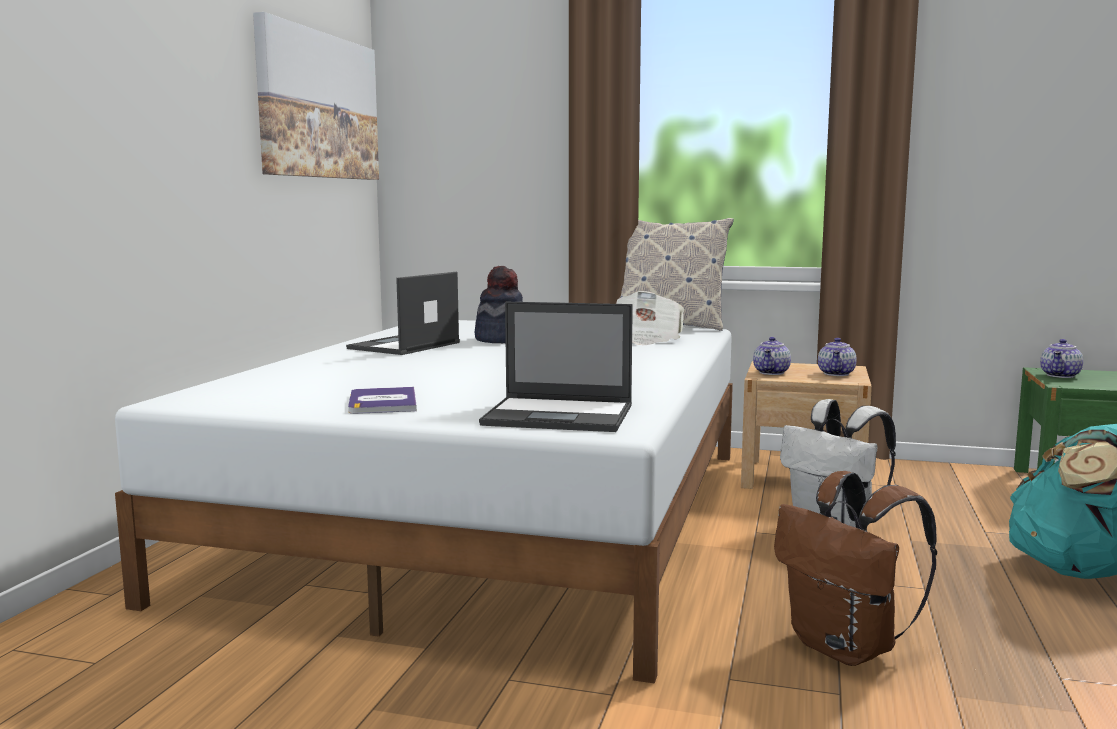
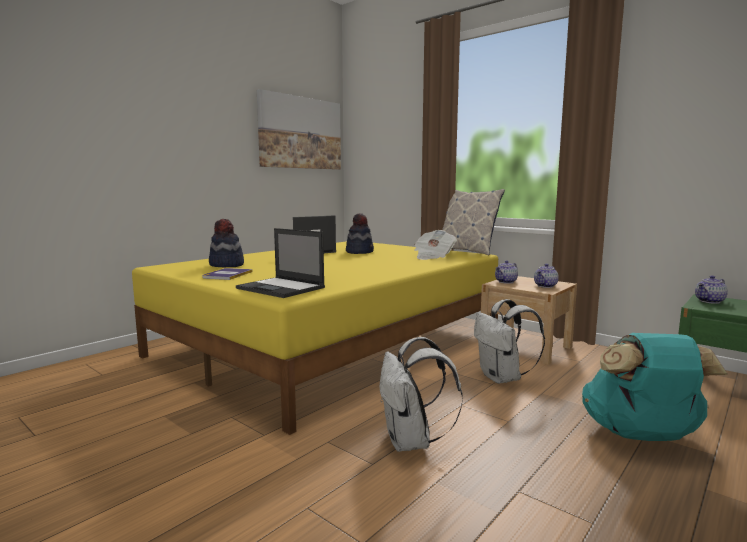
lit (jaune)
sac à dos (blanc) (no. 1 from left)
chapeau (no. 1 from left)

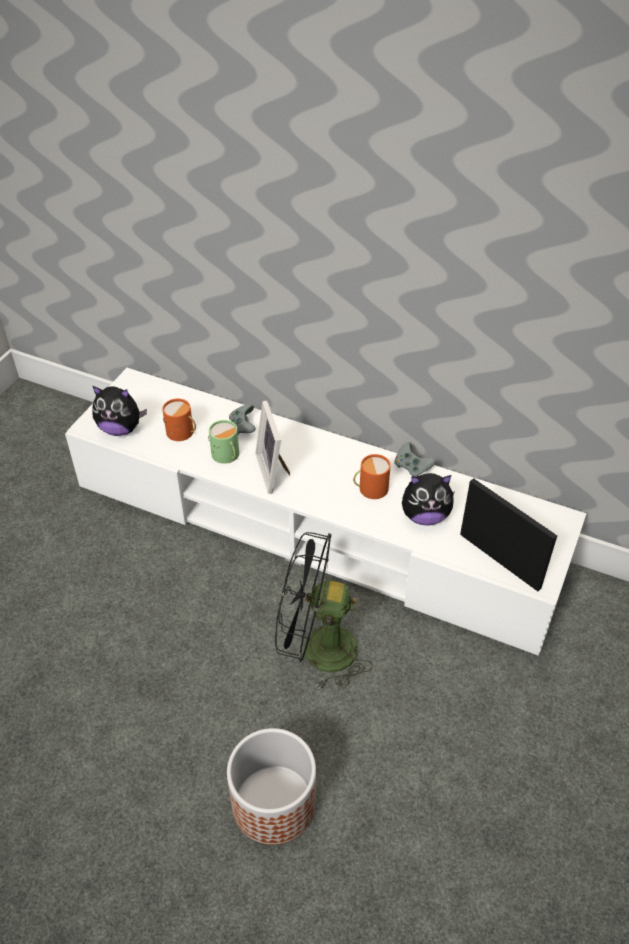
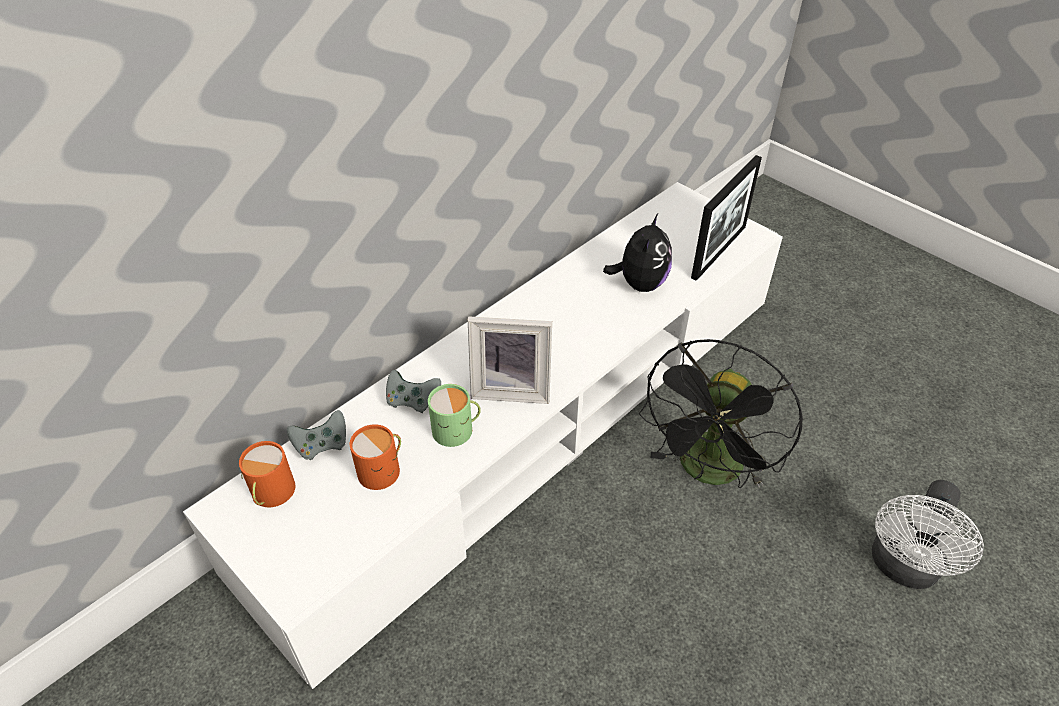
peluche (no. 1 from left in the first image)
manette (gris) (no. 1 from left)
mug (orange) (no. 1 from left)
cadre photo (no. 2 from left)
ventilateur (blanc)

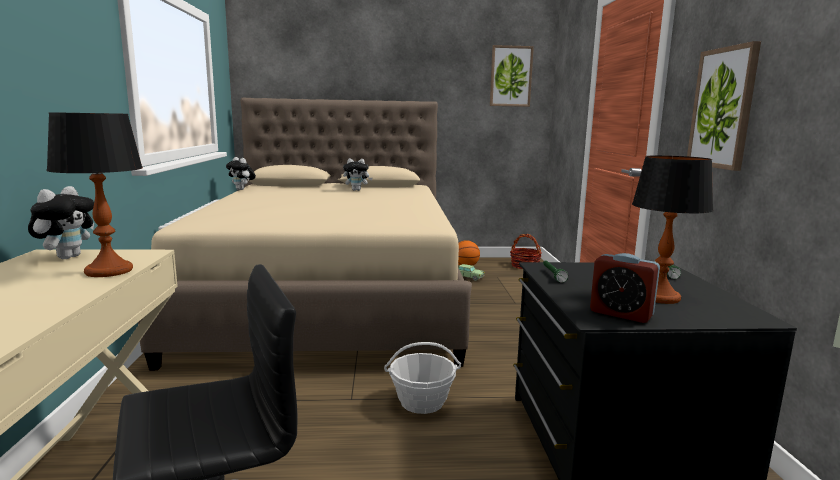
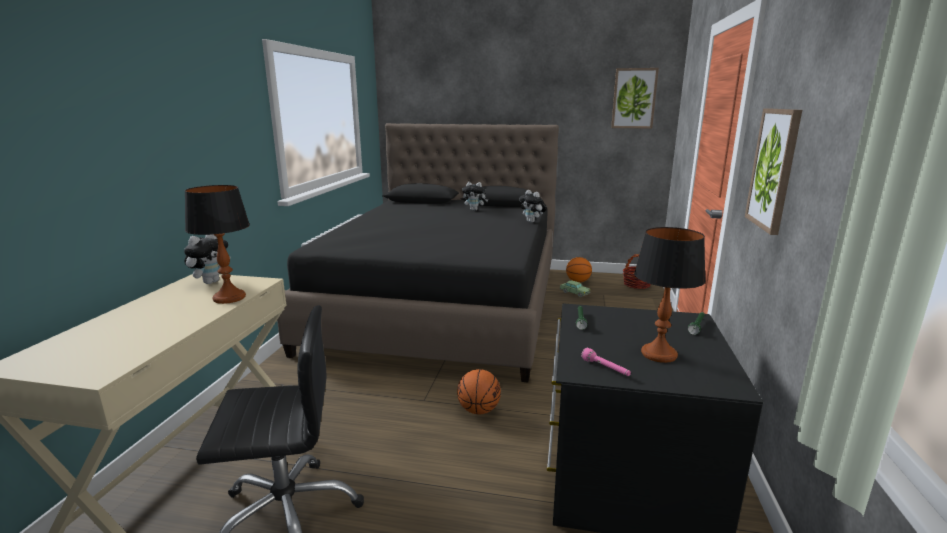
lit (noir)
peluche (no. 3 from left)
lampe de poche (rose)
ballon de basket (no. 1 from left)

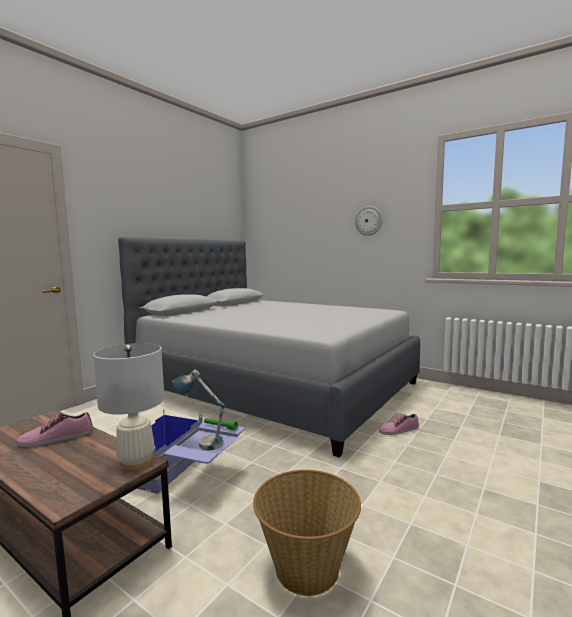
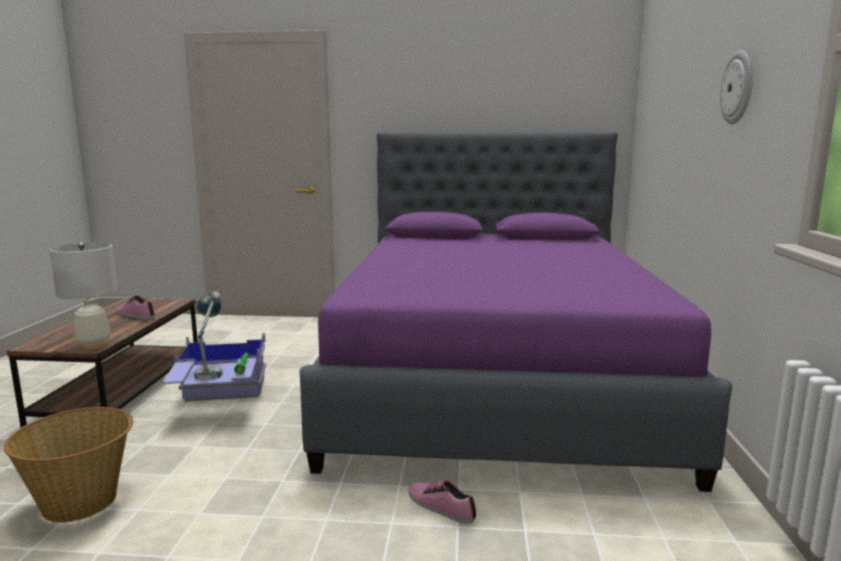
lit (violet)

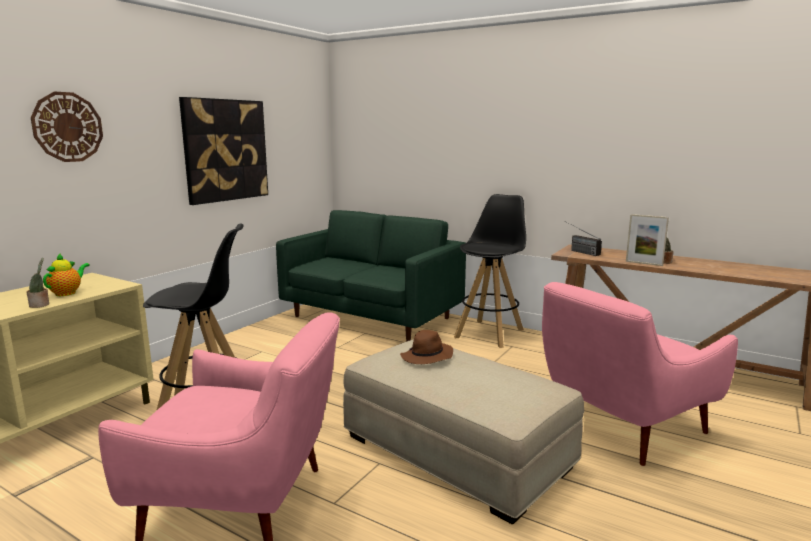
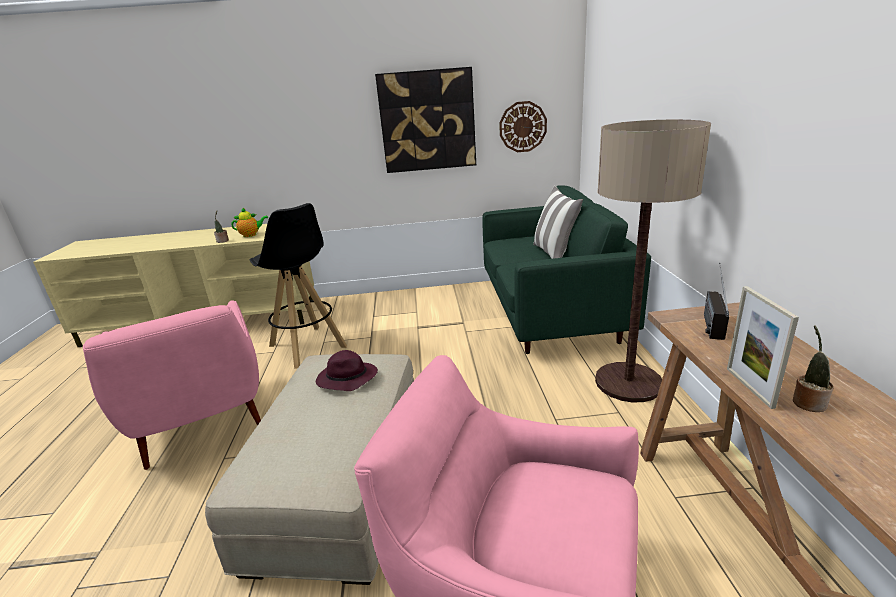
horloge murale
lampadaire
chapeau (violet)
coussin

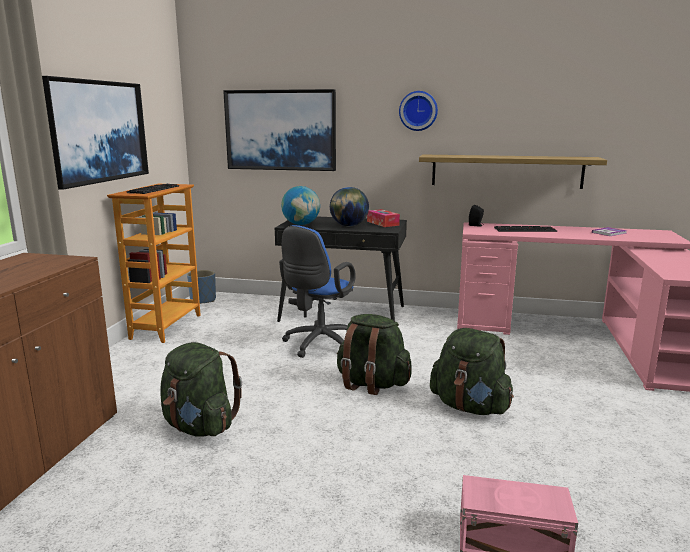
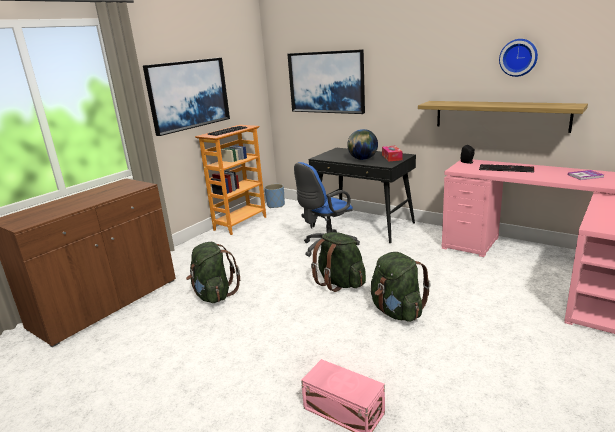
horloge murale
globe (no. 1 from left in the first image)

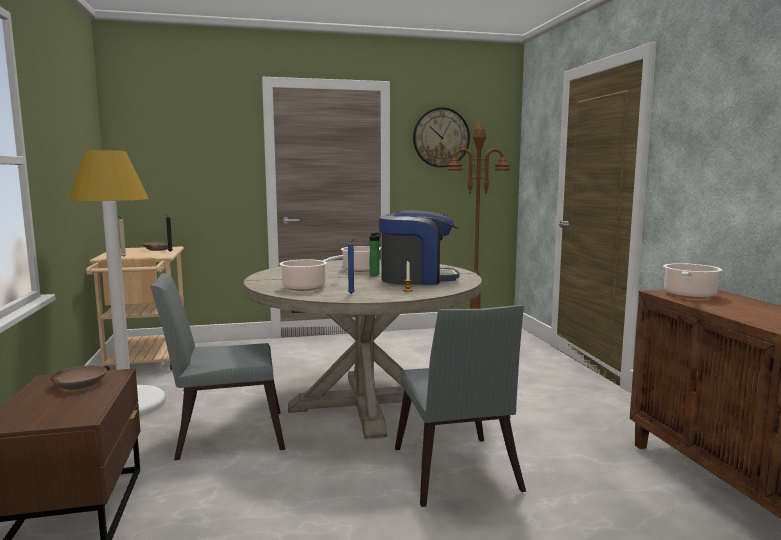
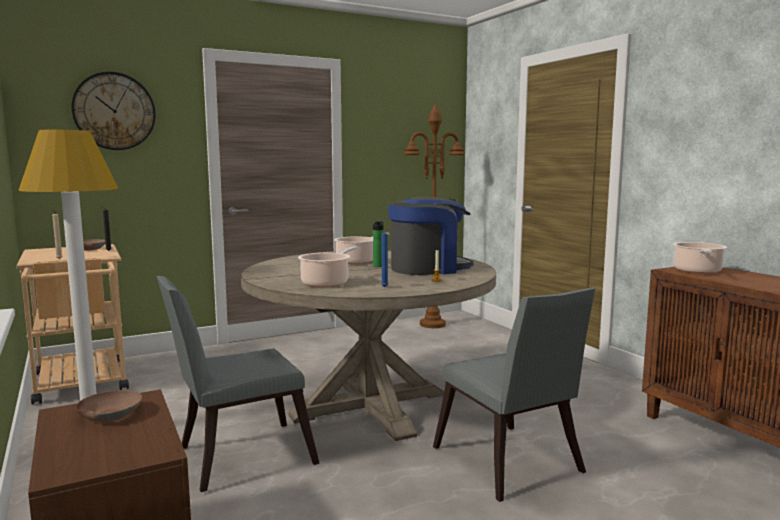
horloge murale

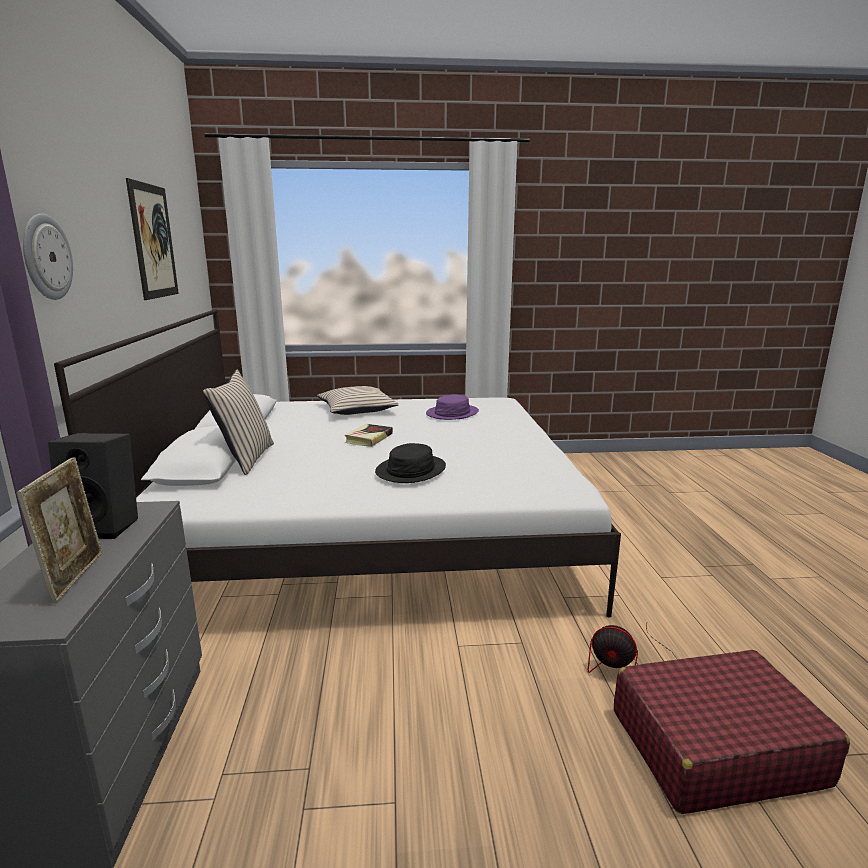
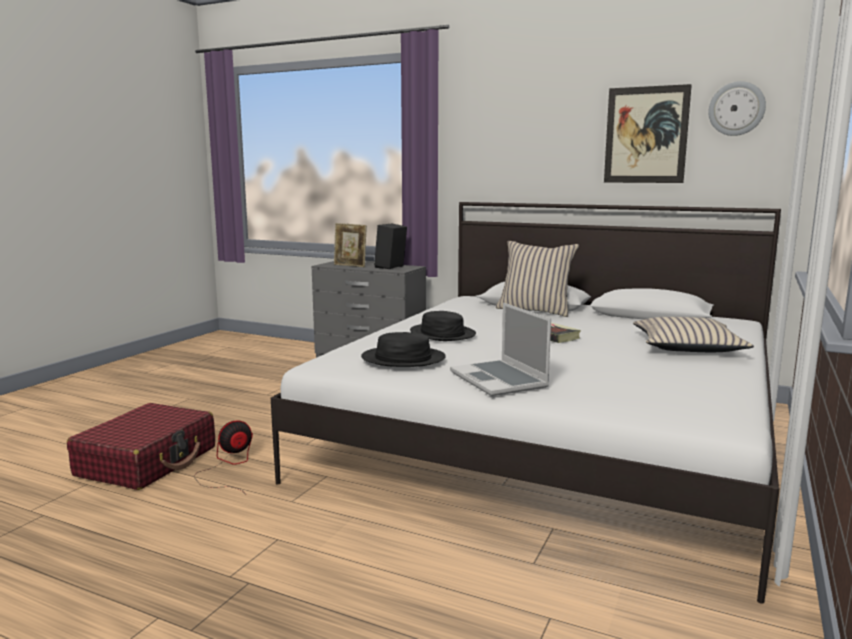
horloge murale
chapeau (violet)
ordinateur portable
chapeau (noir) (no. 1 from left)

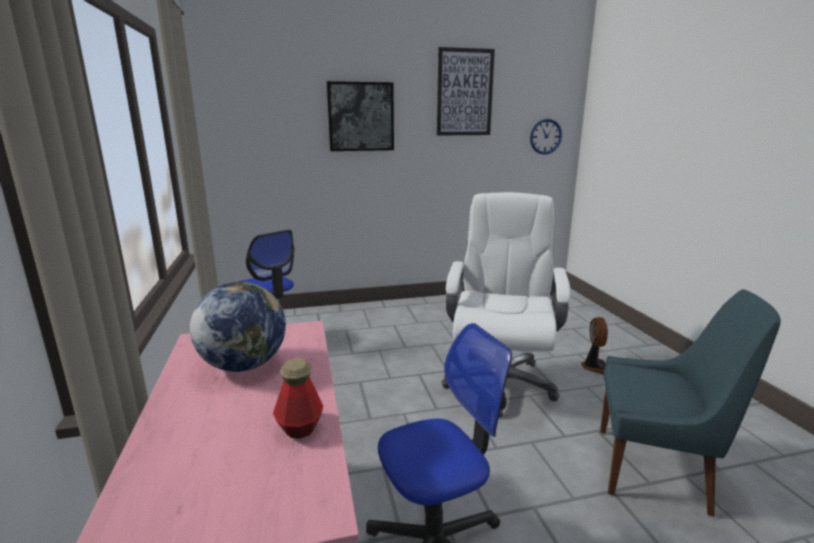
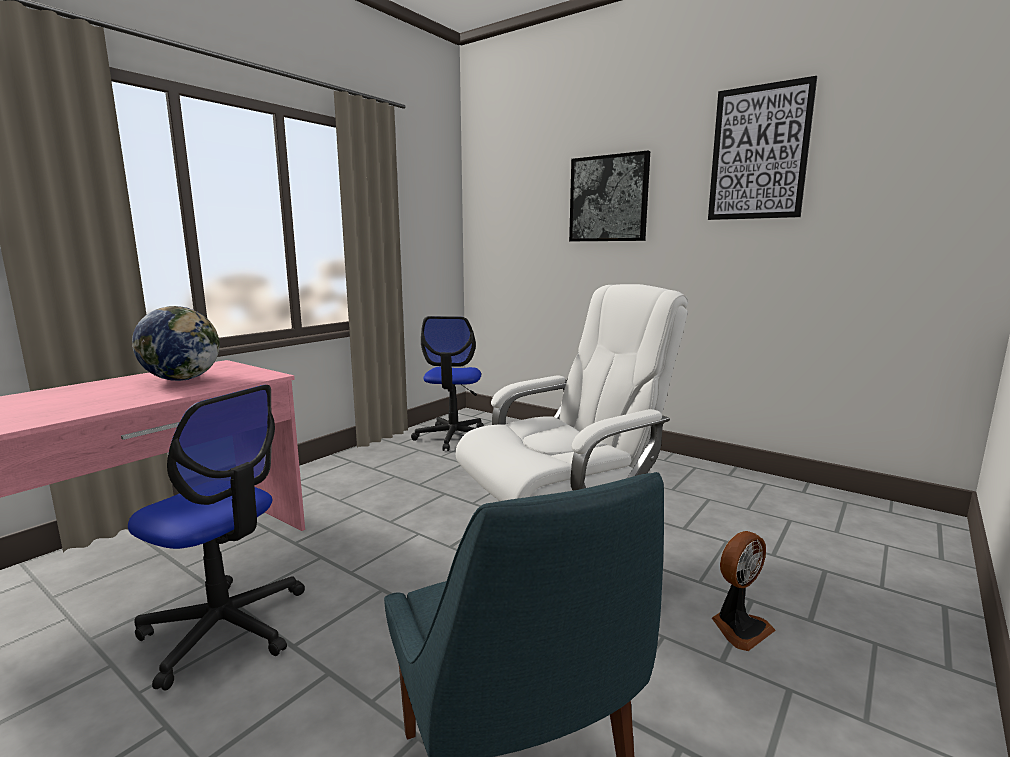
horloge murale
bouteille

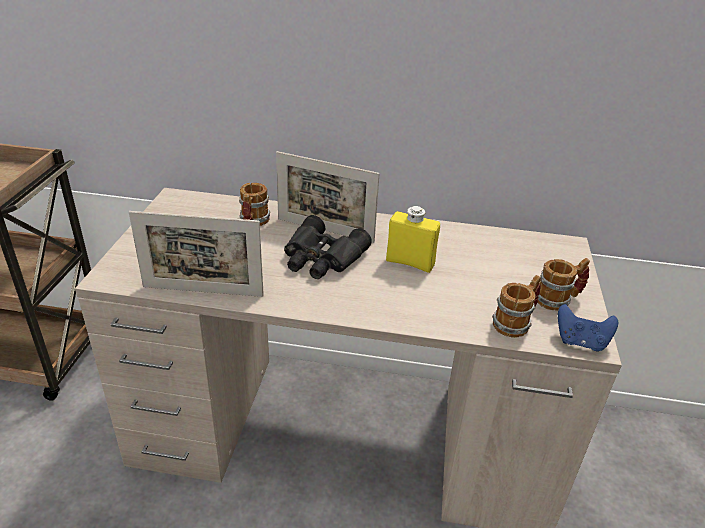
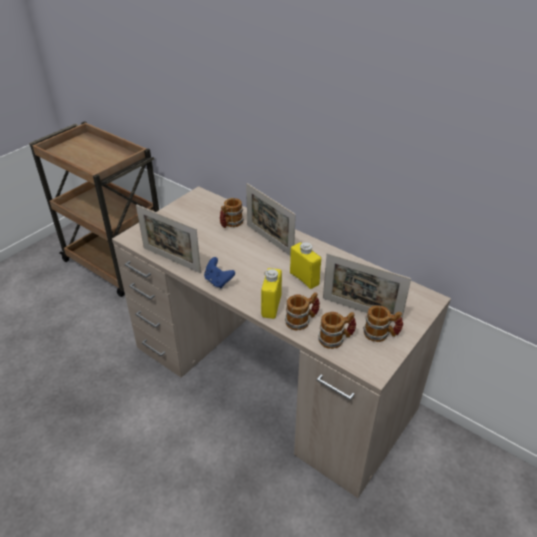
jumelles (noir)
manette (bleu)
cadre photo (no. 3 from left)
bouteille (jaune) (no. 1 from left)
mug (no. 2 from left)

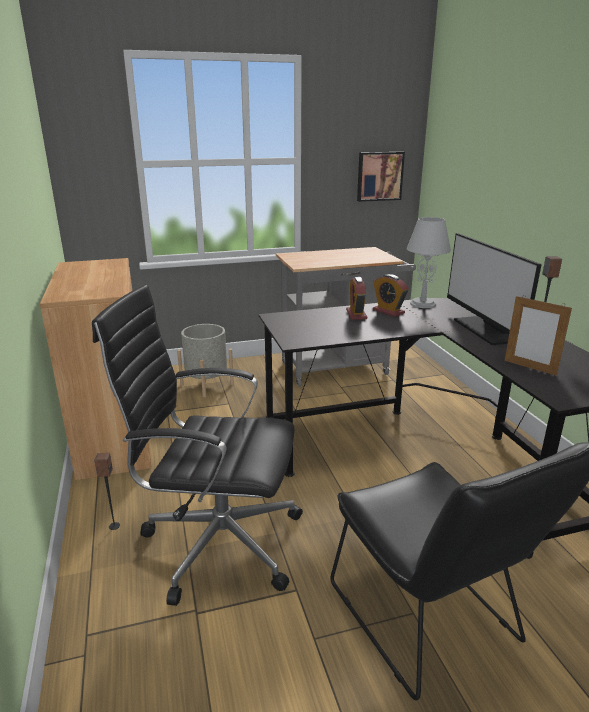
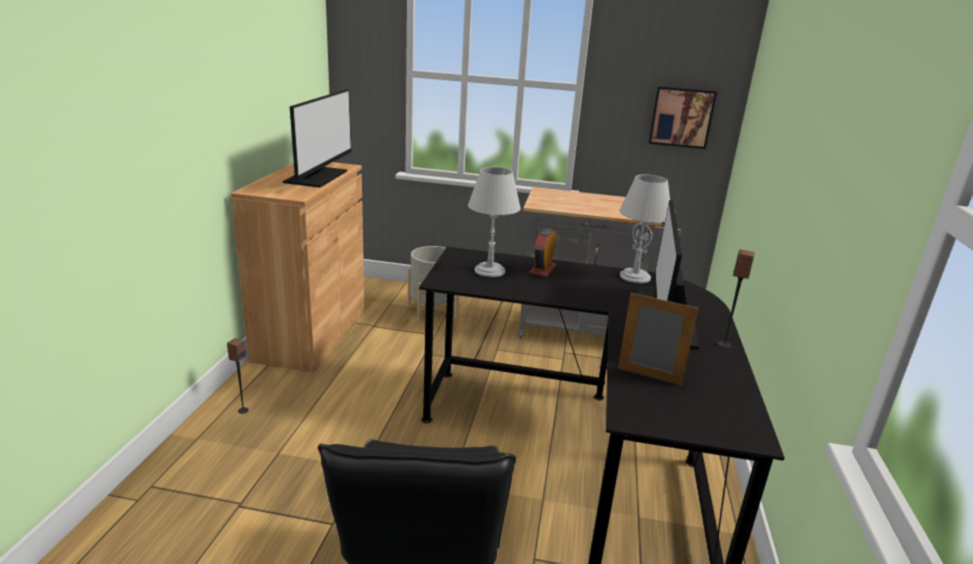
réveil (no. 2 from left in the first image)
chaise de bureau (noir)
cadre photo
écran d'ordinateur (no. 1 from left)
lampe de table (gris) (no. 1 from left)

